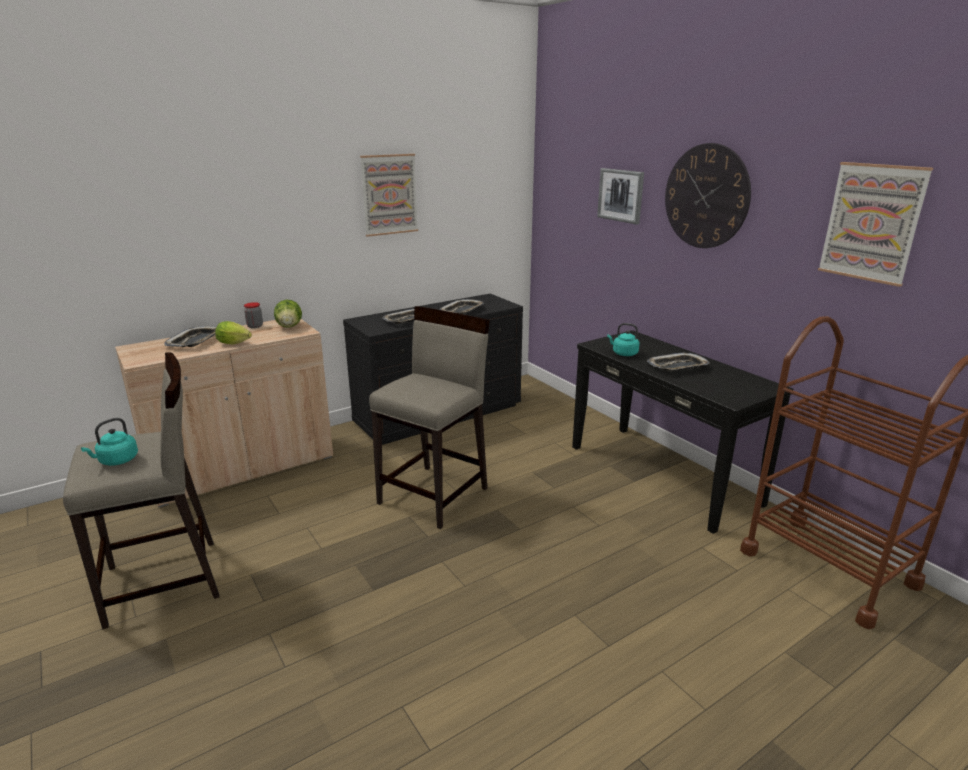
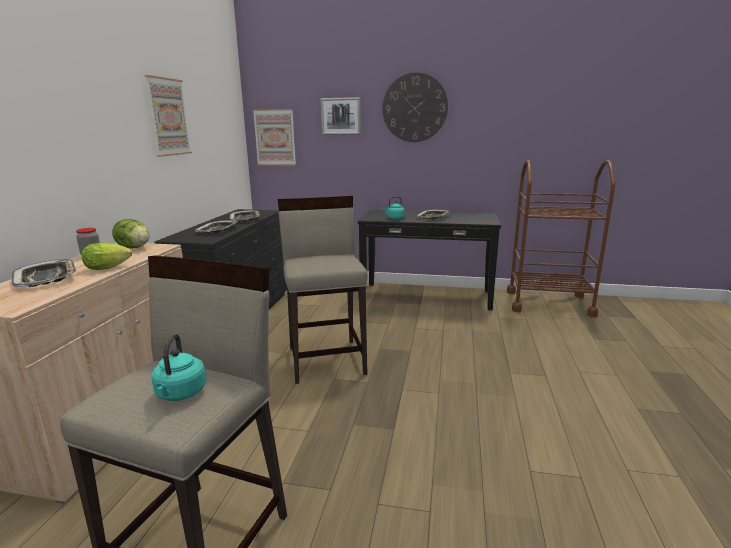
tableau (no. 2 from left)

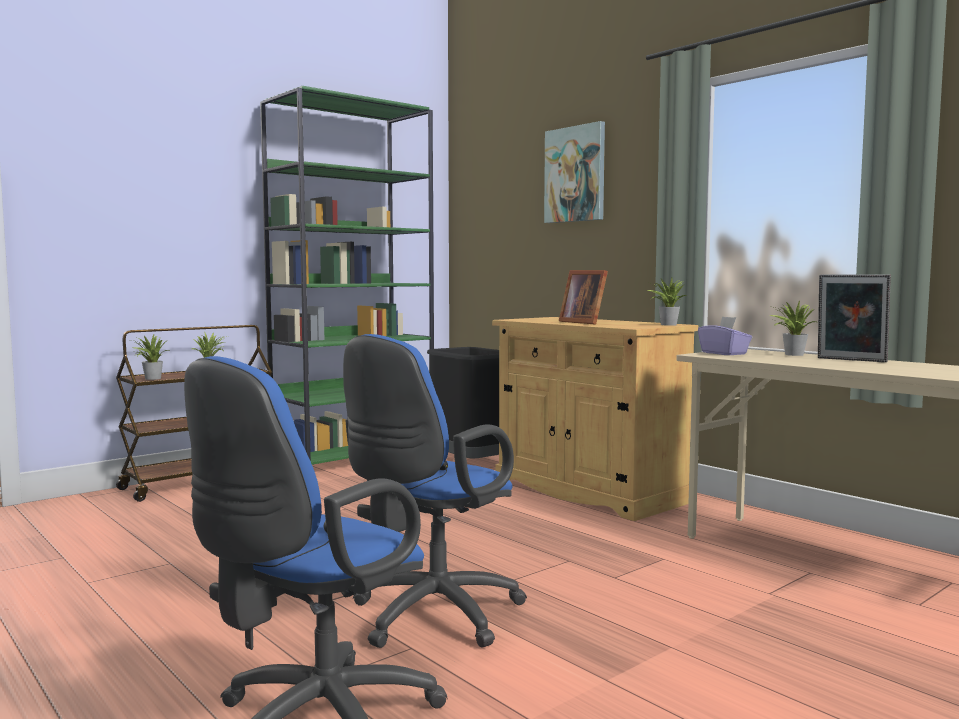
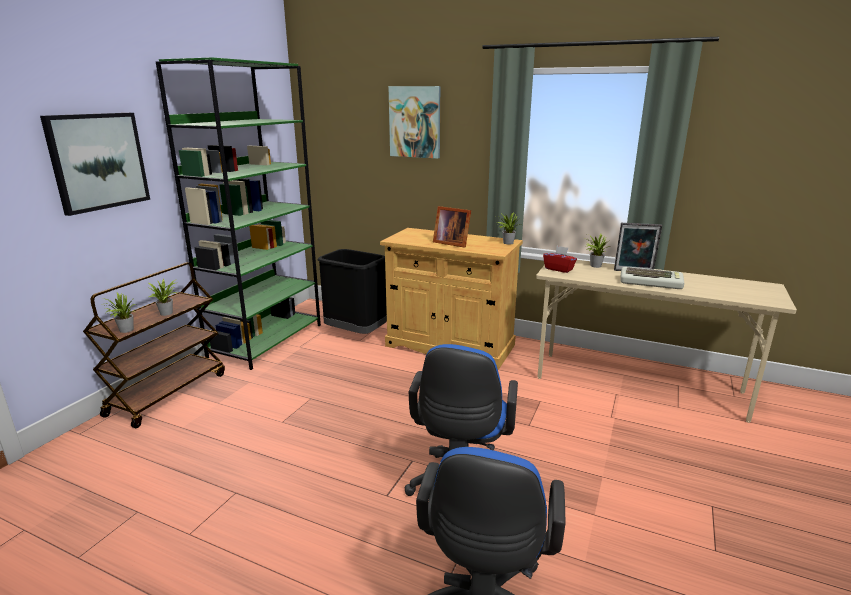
boîte à mouchoirs (rouge)
tableau (no. 1 from left)
clavier

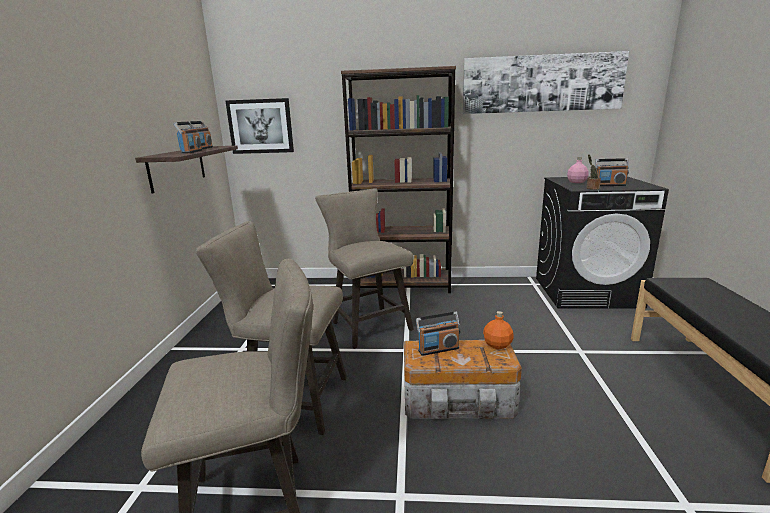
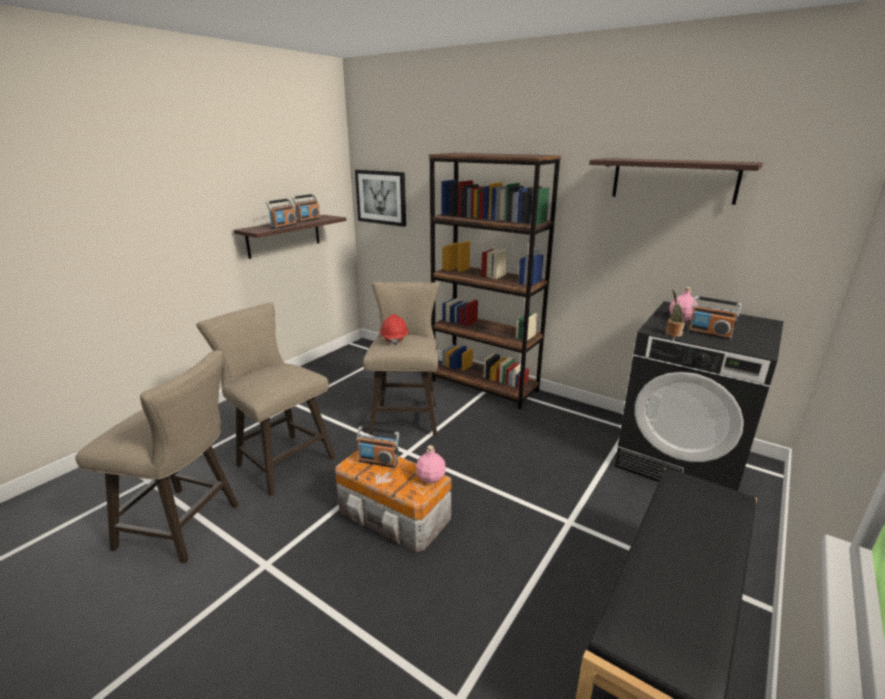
étagère (no. 2 from left)
bouteille (rose) (no. 1 from left)
casque de chantier (rouge)

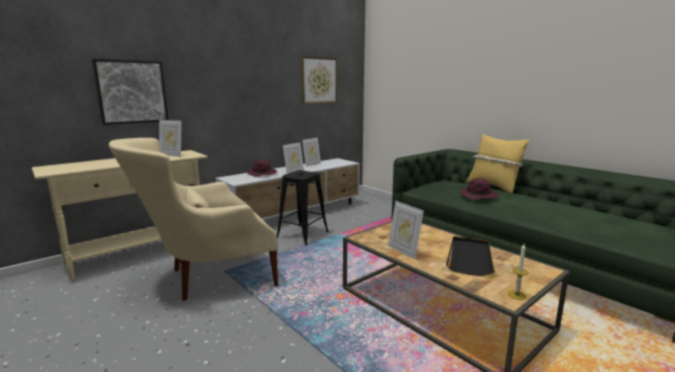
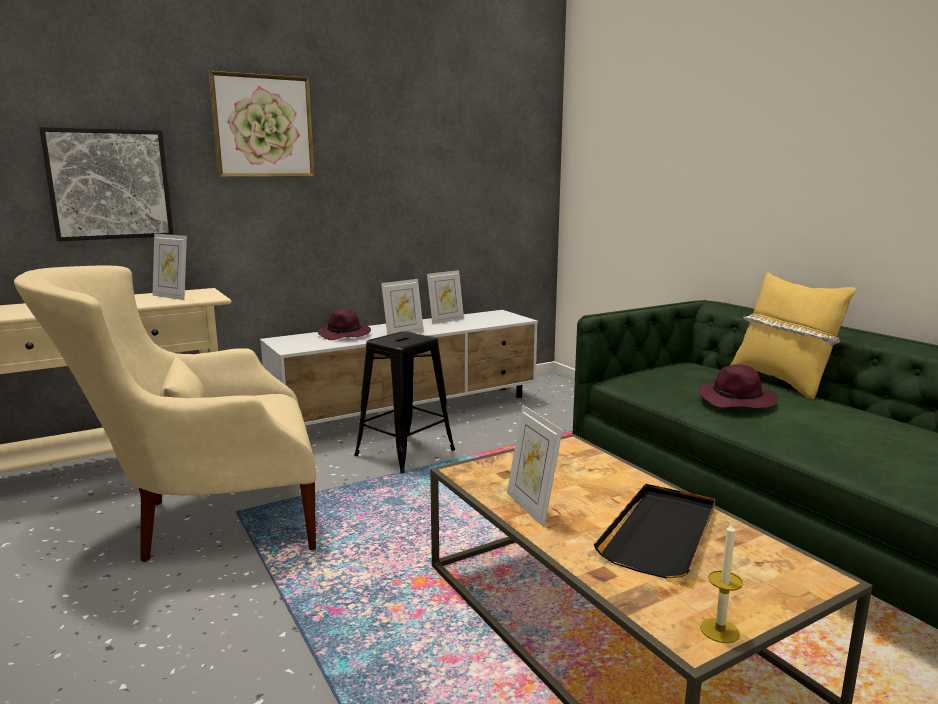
tableau (no. 2 from left)

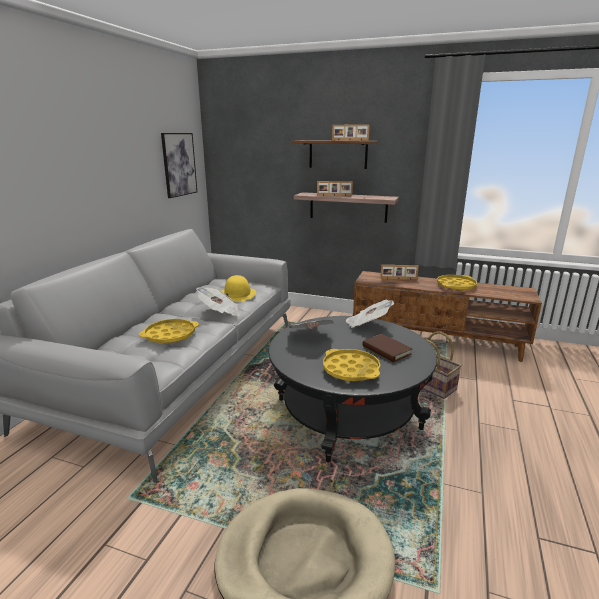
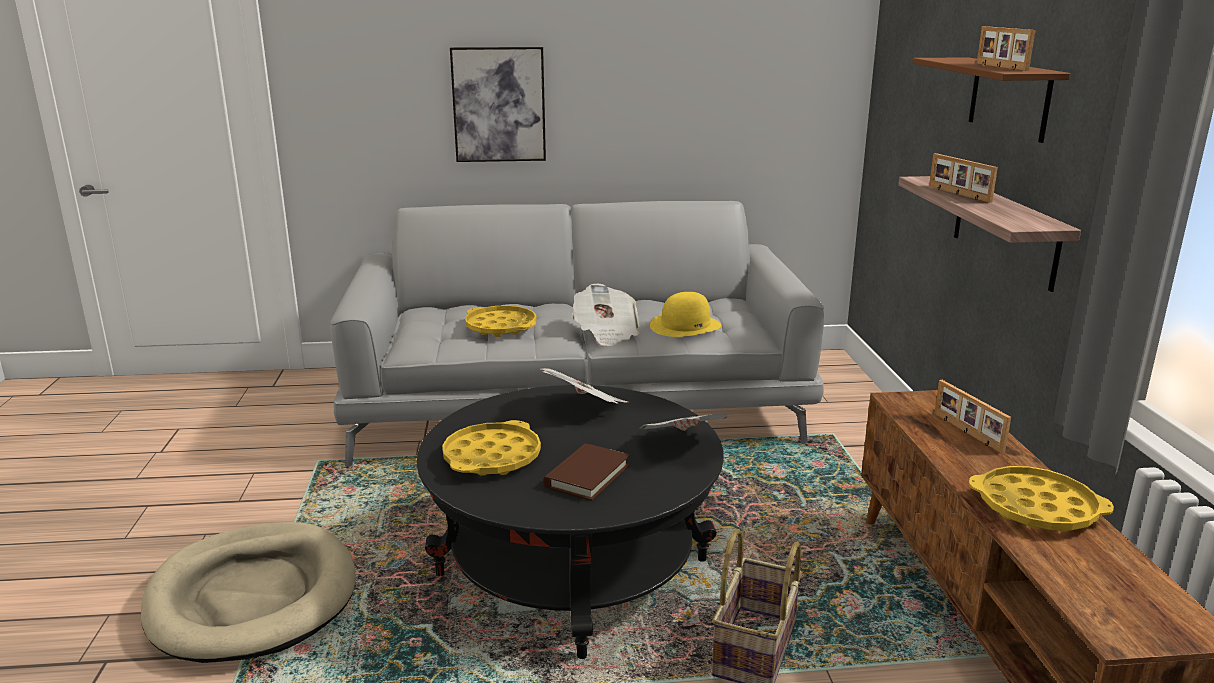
tableau

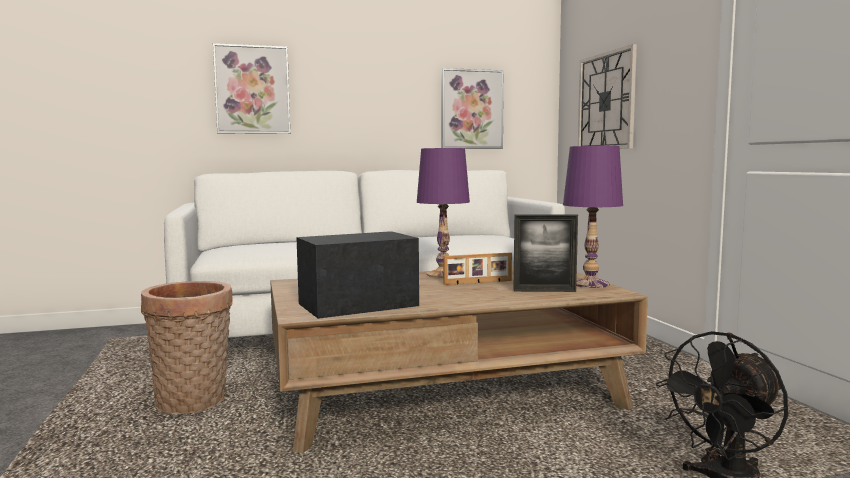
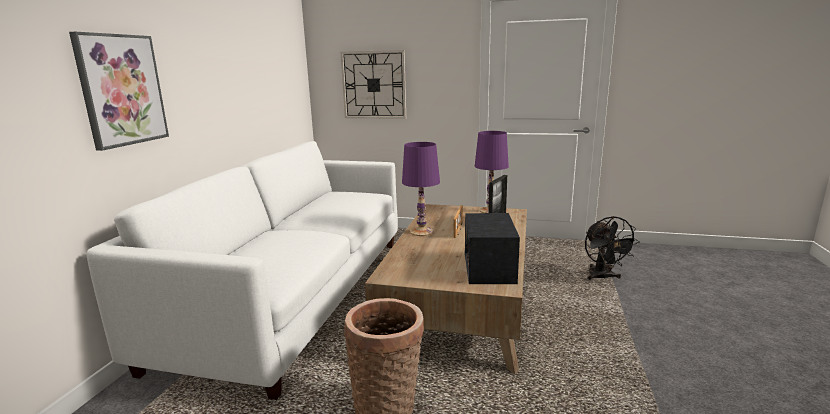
tableau (no. 2 from left in the first image)

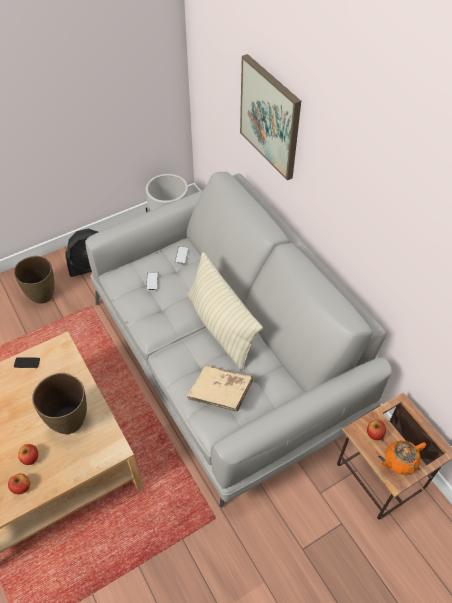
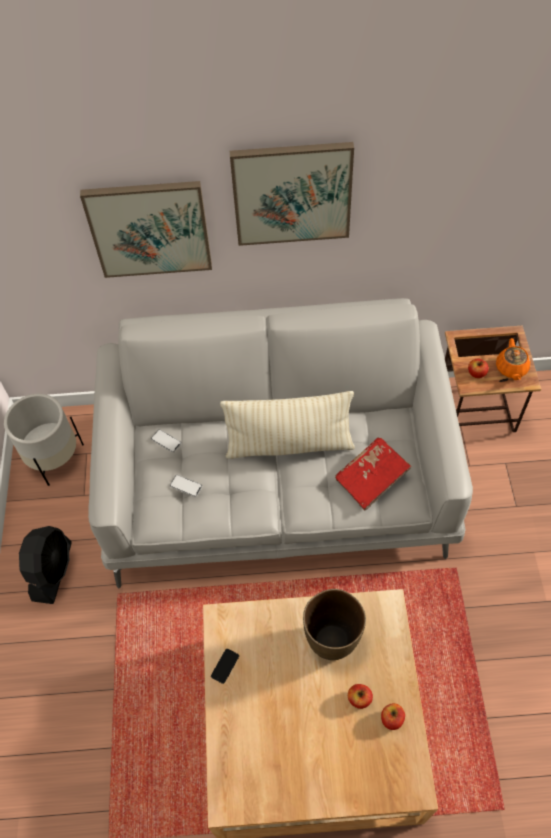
vase (marron) (no. 1 from left in the first image)
livre (rouge)
tableau (no. 2 from left)

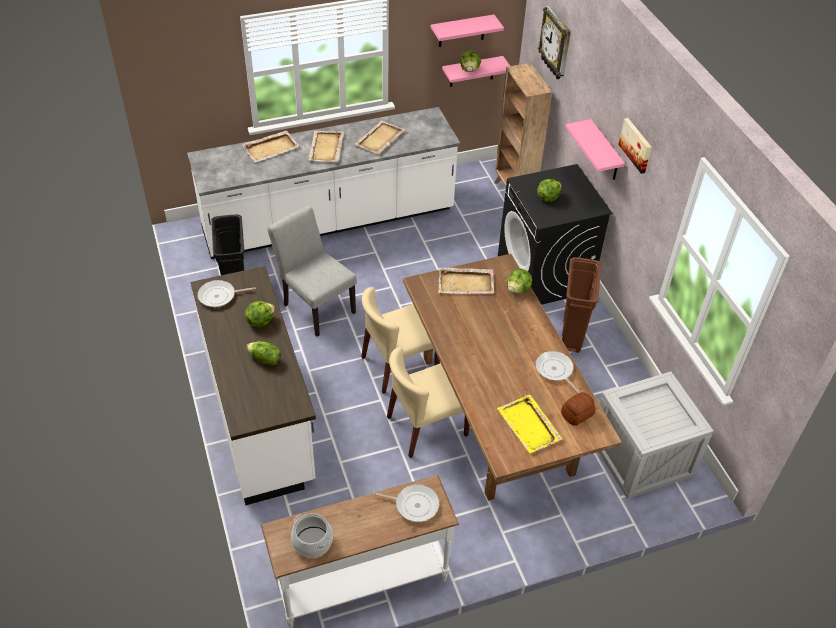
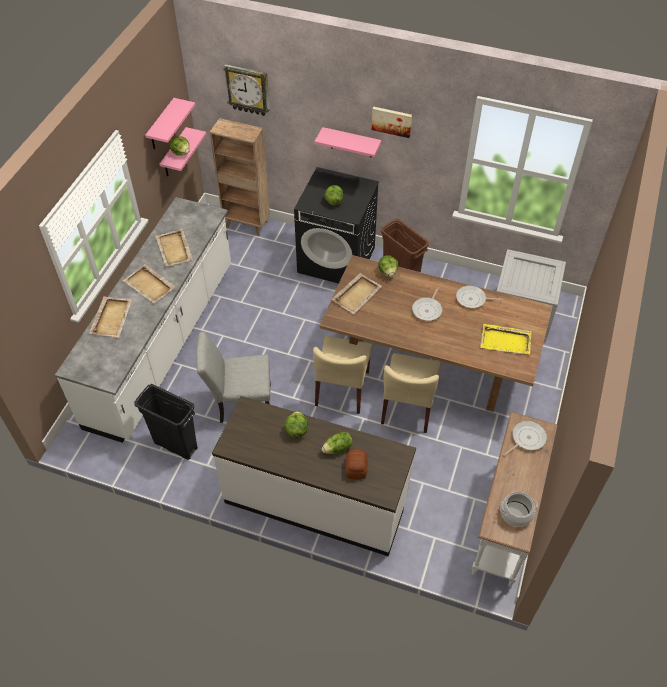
poêle (no. 1 from left)
pain

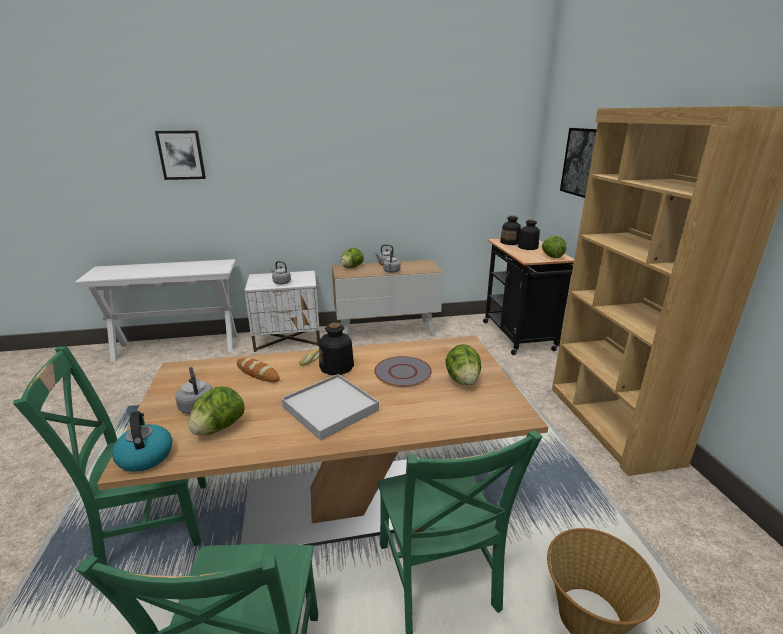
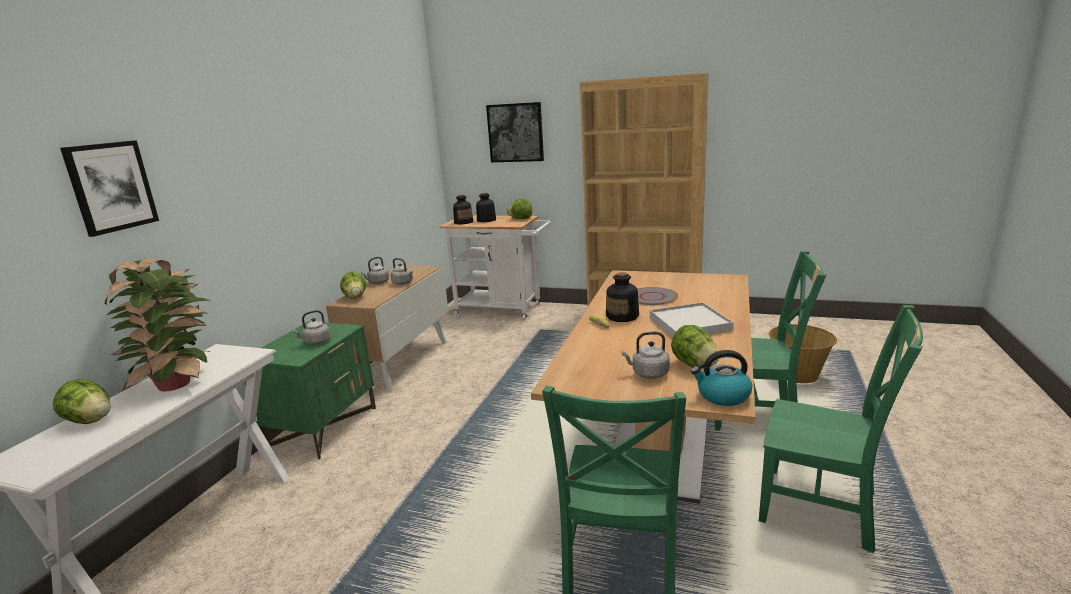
chariot (blanc)
table de chevet (vert)
laitue (no. 1 from left)
pain (no. 1 from left in the first image)
plante en pot

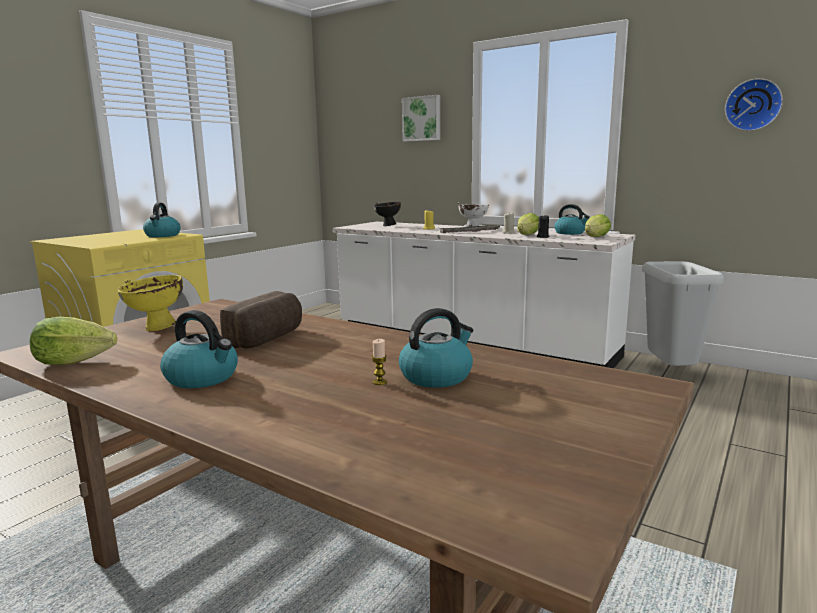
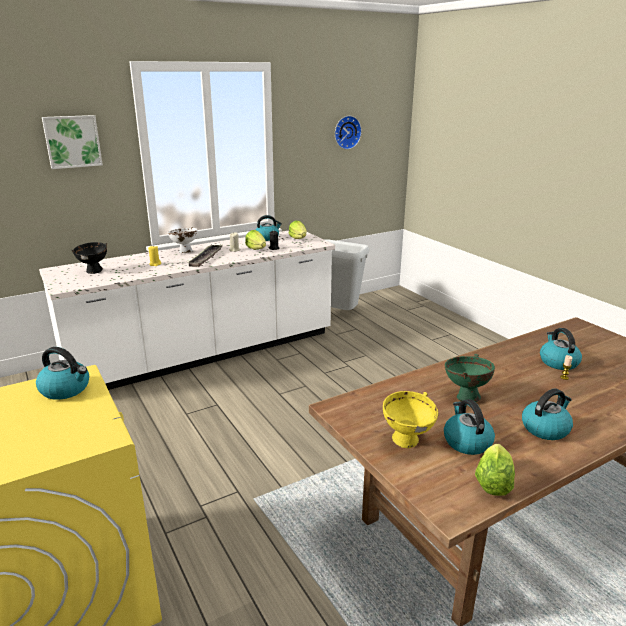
bol (vert)
bouilloire (no. 3 from left)

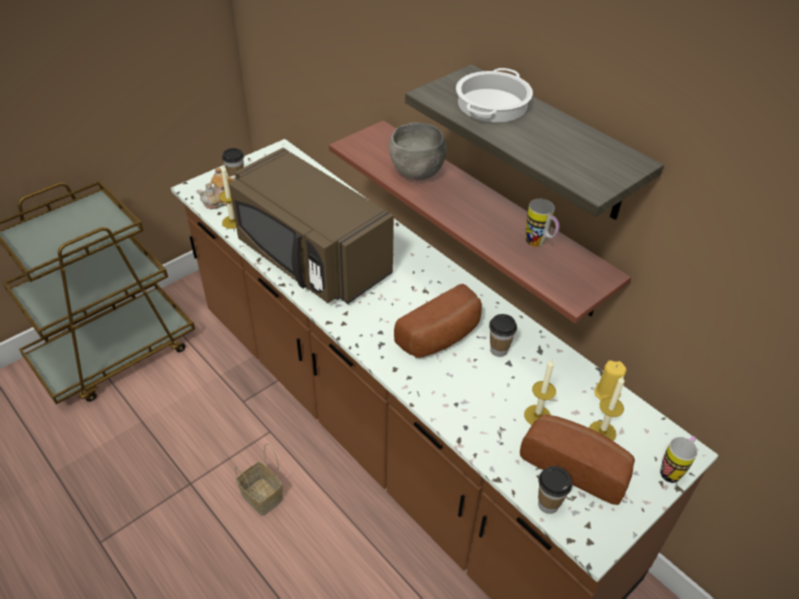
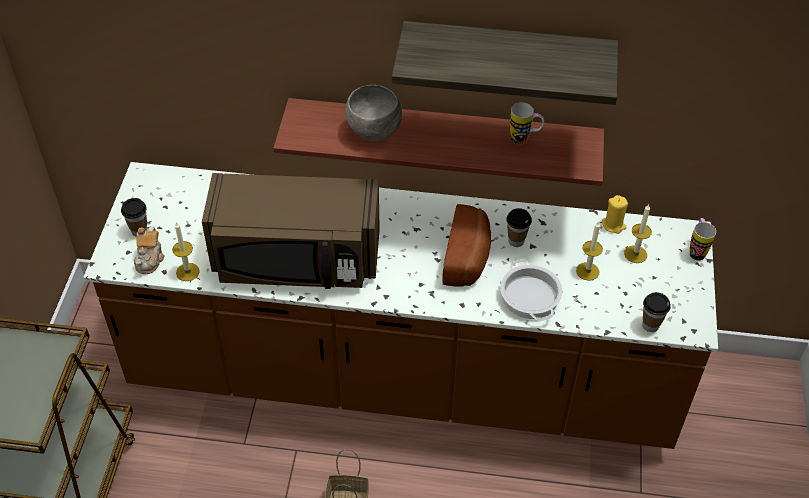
marmite
pain (no. 2 from left in the first image)

